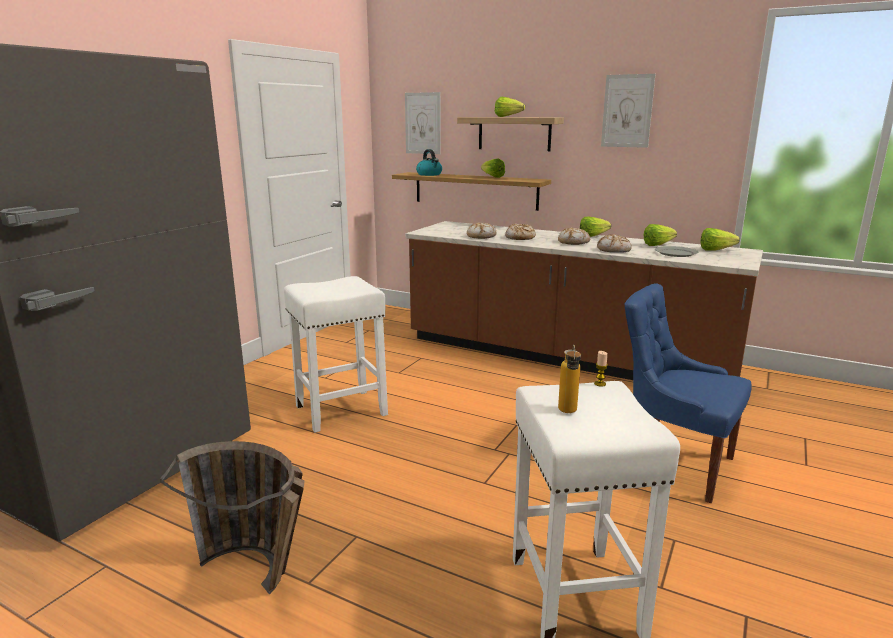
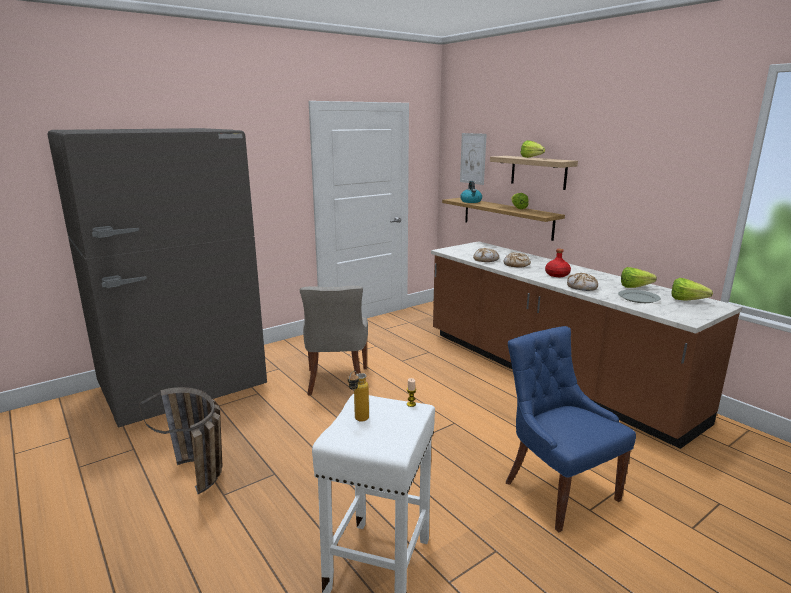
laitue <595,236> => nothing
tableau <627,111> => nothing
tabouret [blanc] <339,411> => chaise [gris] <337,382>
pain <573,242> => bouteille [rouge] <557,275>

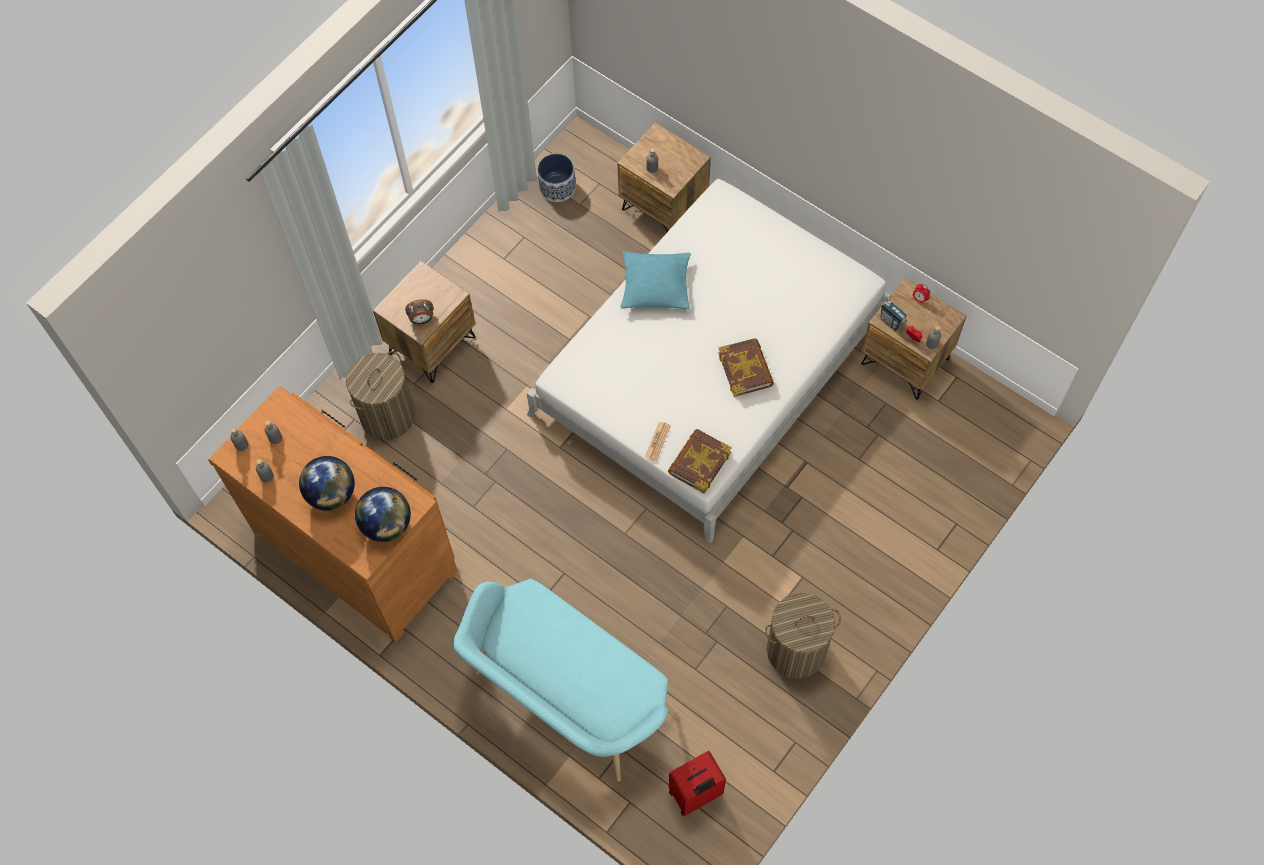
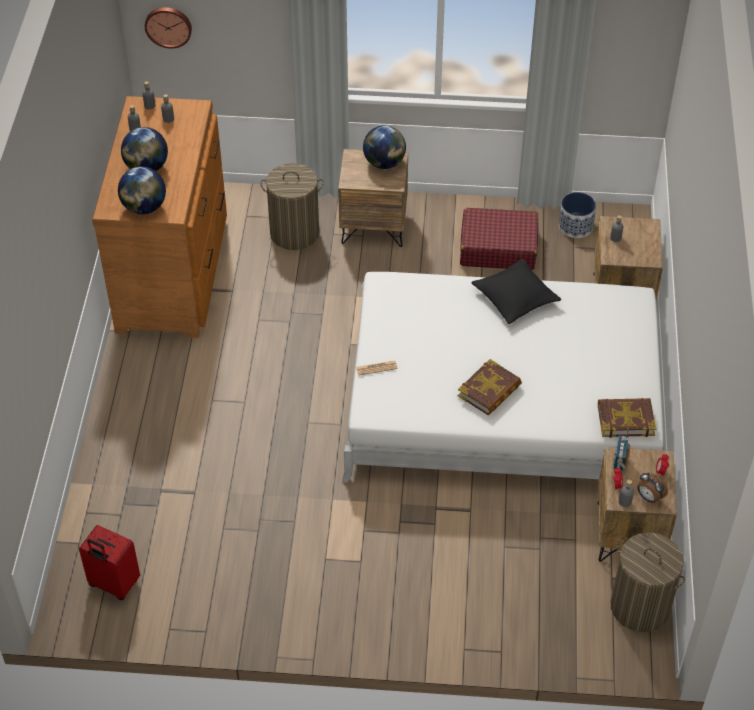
banc [turquoise] <567,699> => nothing
nothing => horloge murale <168,26>
nothing => globe <384,163>
nothing => valise [rouge] <497,248>
réveil <422,319> => réveil <649,497>, relocated
livre <699,462> => livre <625,420>, relocated
panier à linge <796,650> => panier à linge <640,606>, relocated
coussin [turquoise] <655,285> => coussin [noir] <515,298>

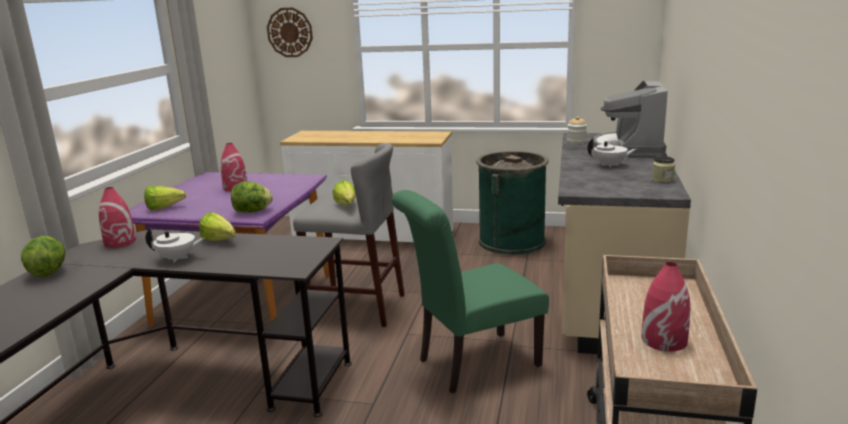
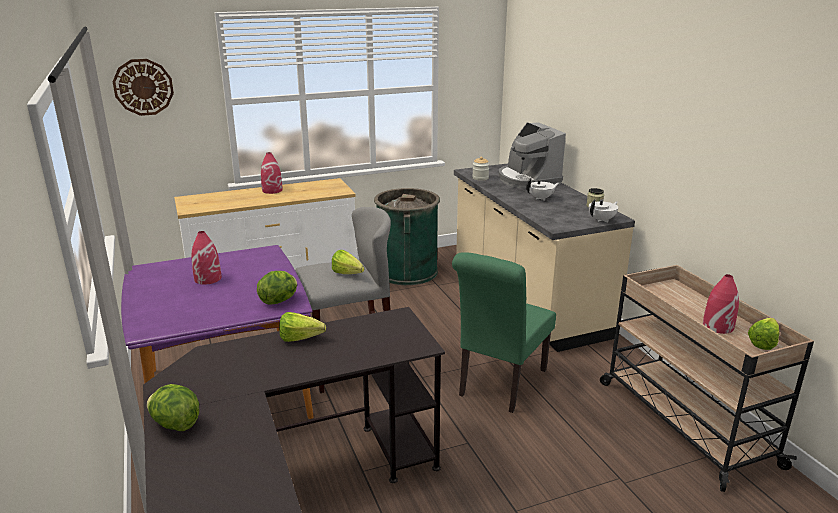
vase [rouge] <120,242> => vase [rouge] <272,190>, relocated
laitue <167,207> => laitue <765,342>, relocated
théière [blanc] <178,258> => théière [blanc] <602,220>, relocated

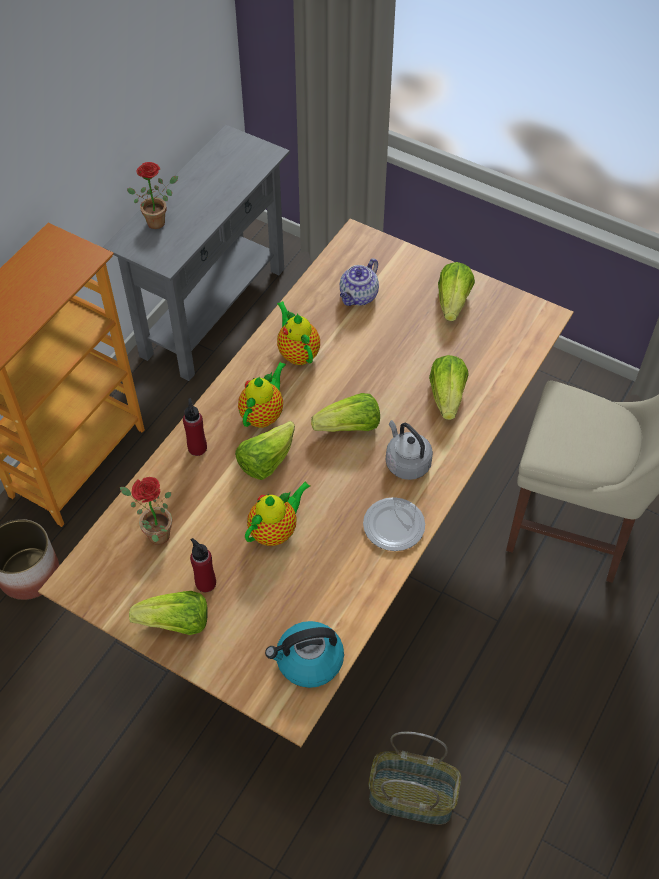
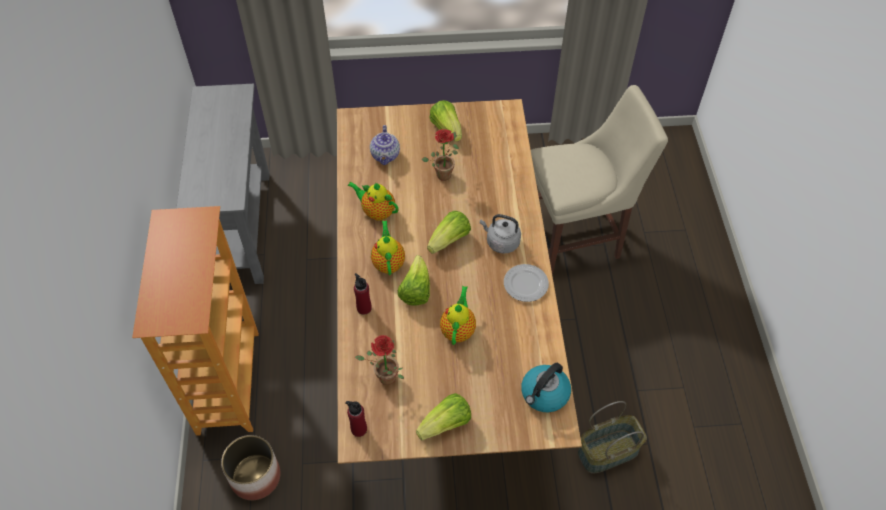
laitue <447,396> => nothing
plante en pot <159,220> => plante en pot <444,172>, relocated
bouteille [rouge] <205,583> => bouteille [rouge] <359,429>, relocated

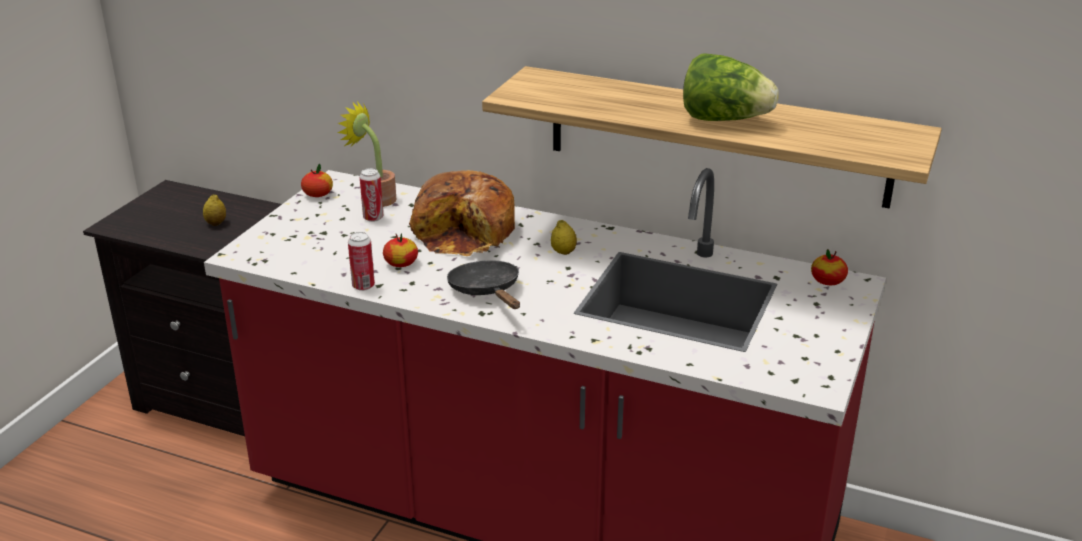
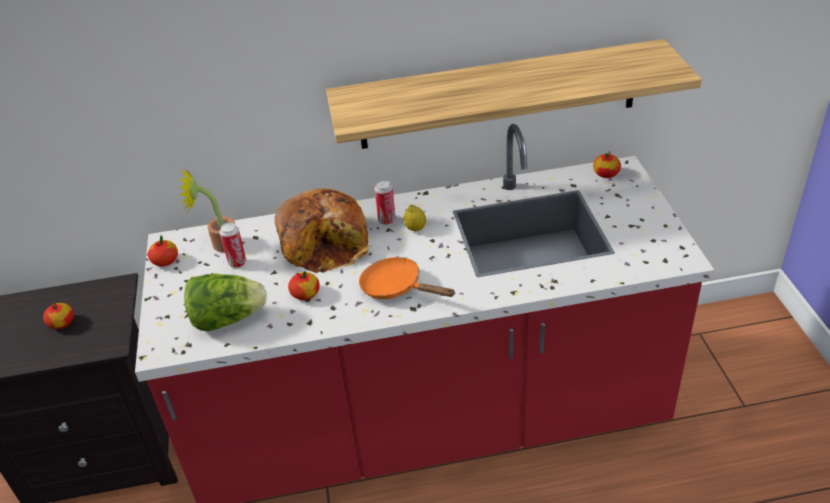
boîte métallique <363,286> => boîte métallique <387,220>, relocated
laitue <724,120> => laitue <228,319>, relocated
citron <216,223> => pomme <62,323>
poêle [noir] <487,291> => poêle [orange] <397,288>

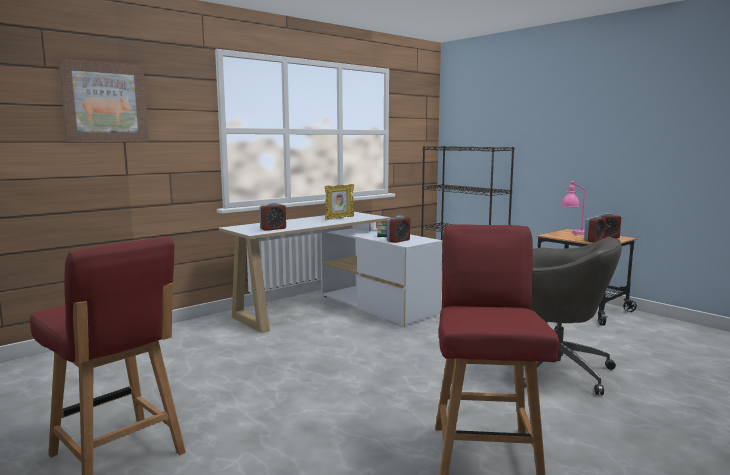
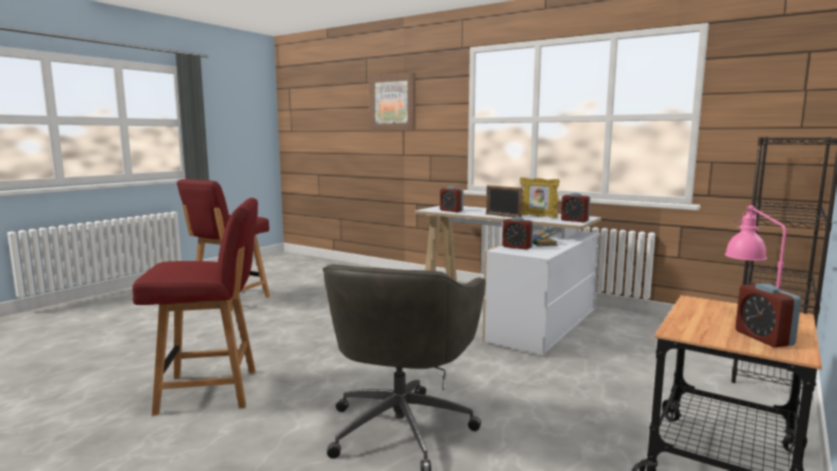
nothing => cadre photo <503,216>
réveil <594,240> => réveil <574,220>, relocated

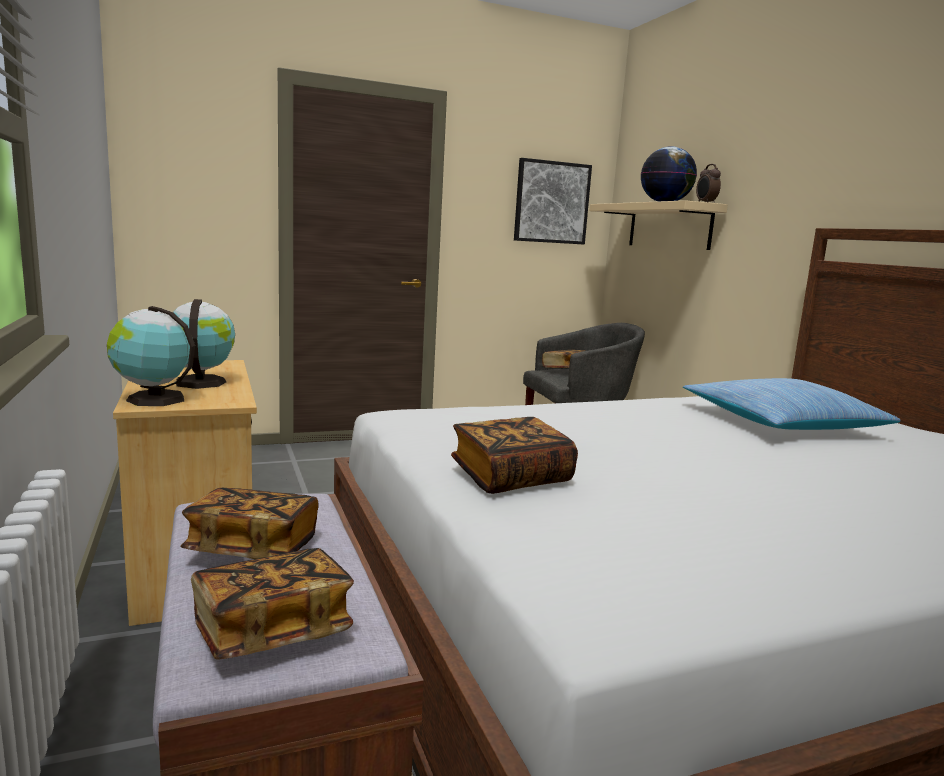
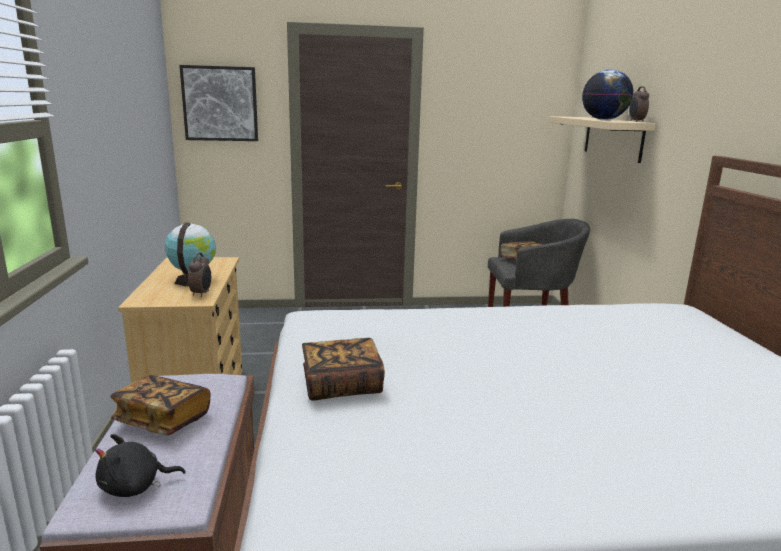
globe <153,399> => nothing
coussin <780,423> => nothing
nothing => réveil <202,293>
tableau <551,202> => tableau <220,104>, relocated
livre <272,631> => peluche [noir] <135,486>

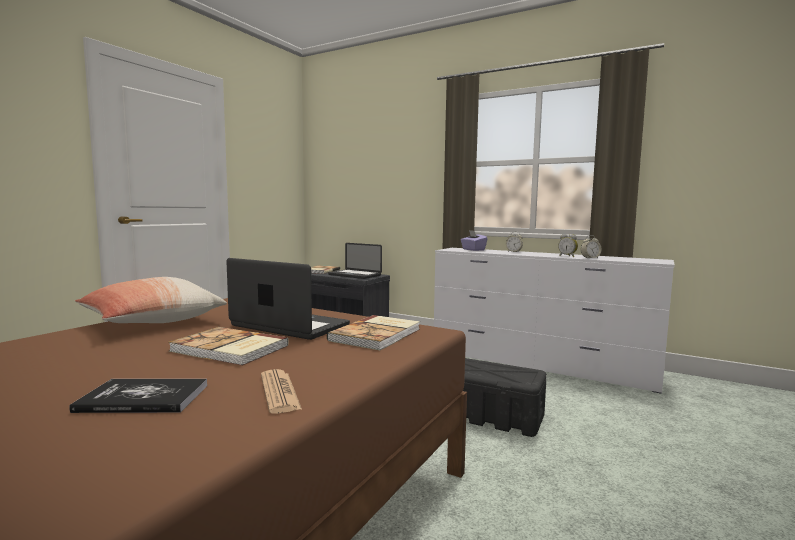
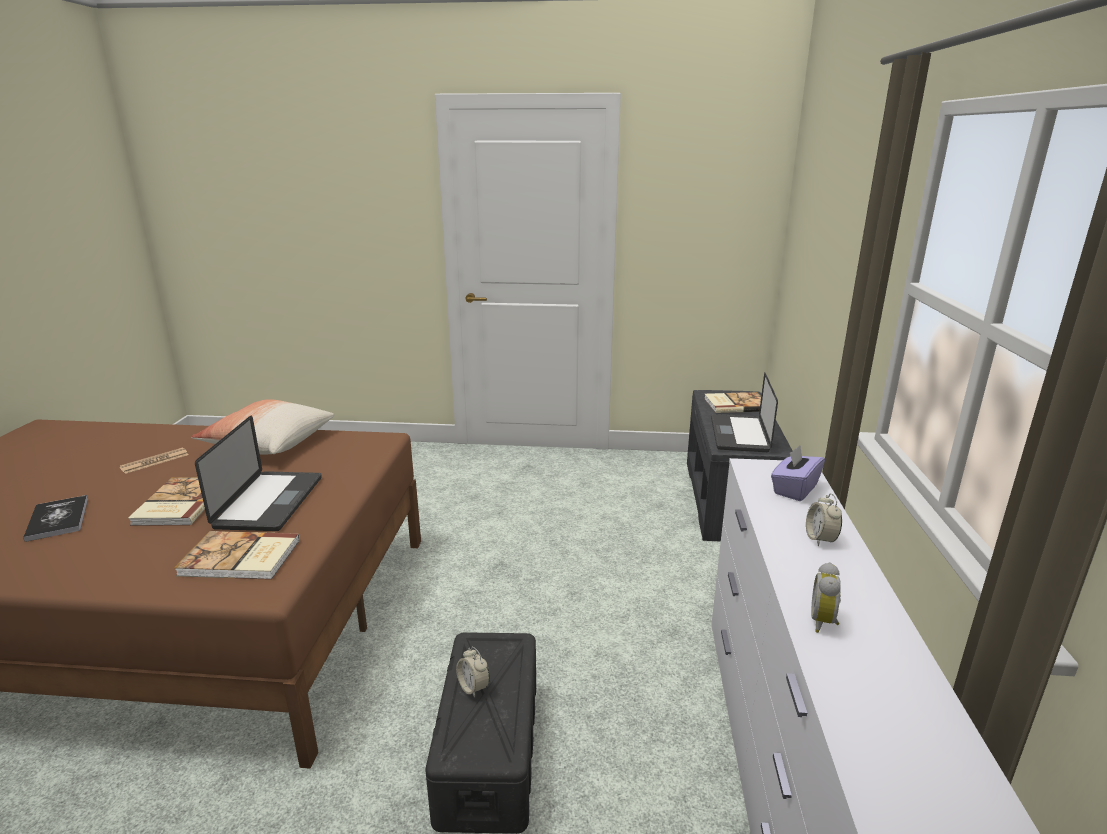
journal <279,392> => journal <155,461>, relocated
réveil <590,258> => réveil <473,687>, relocated

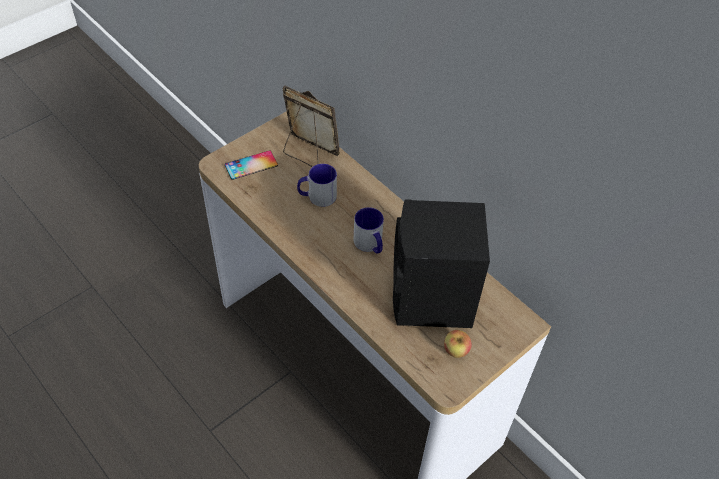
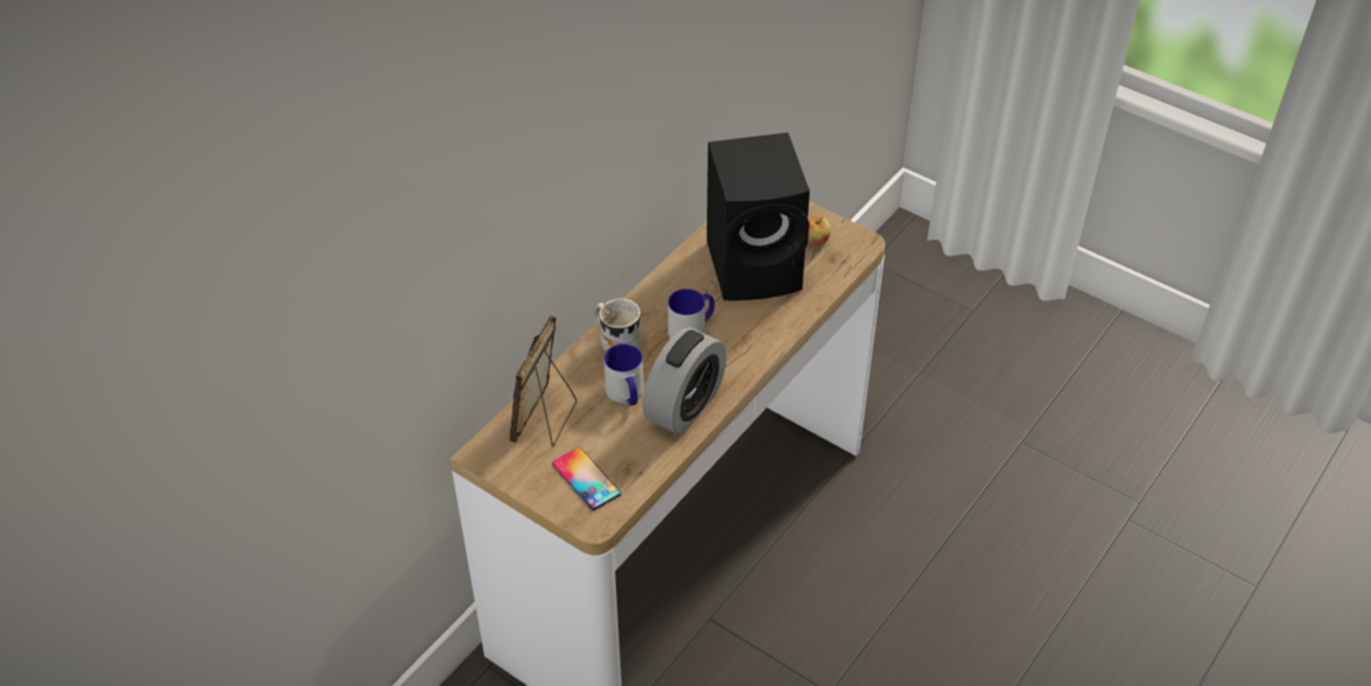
nothing => mug [blanc] <616,340>
nothing => réveil <685,407>

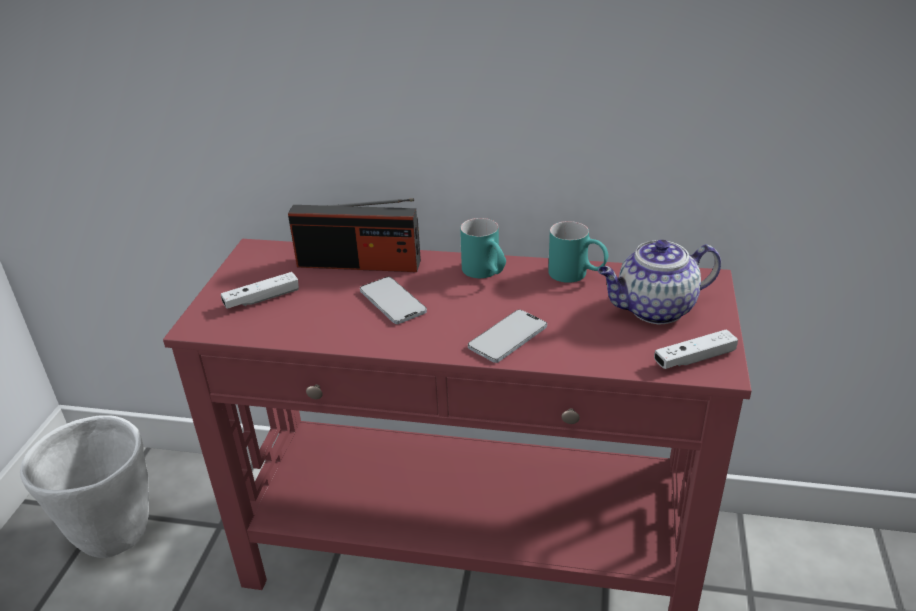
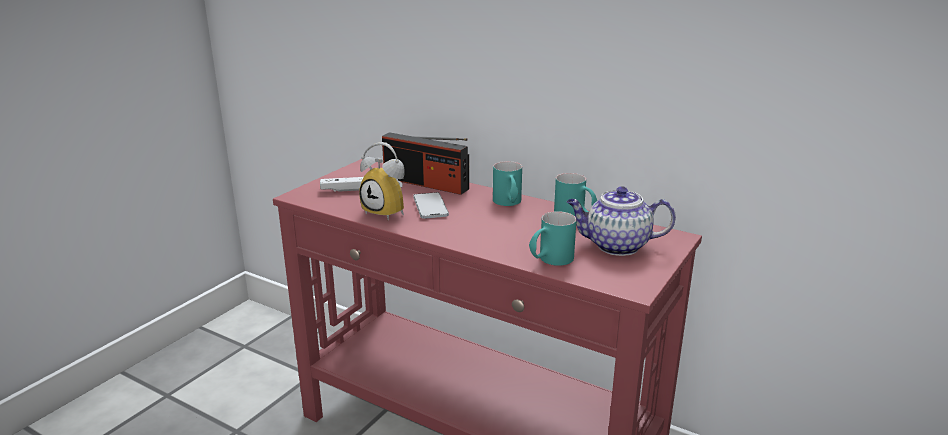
cache-pot [blanc] <113,533> => nothing
téléphone <508,337> => nothing
manette [blanc] <694,358> => nothing
nothing => réveil <389,212>
nothing => mug [turquoise] <550,260>

